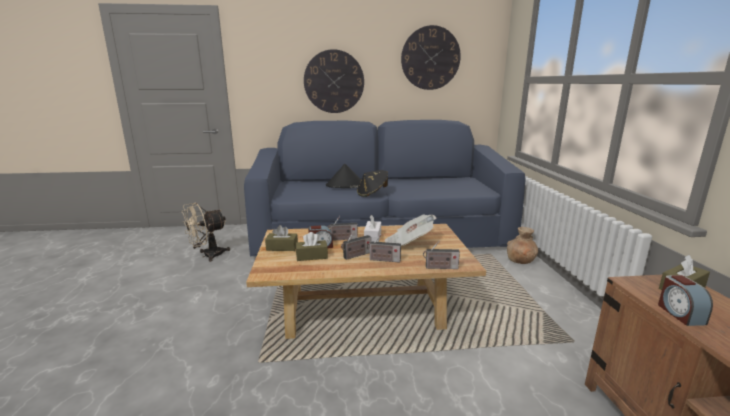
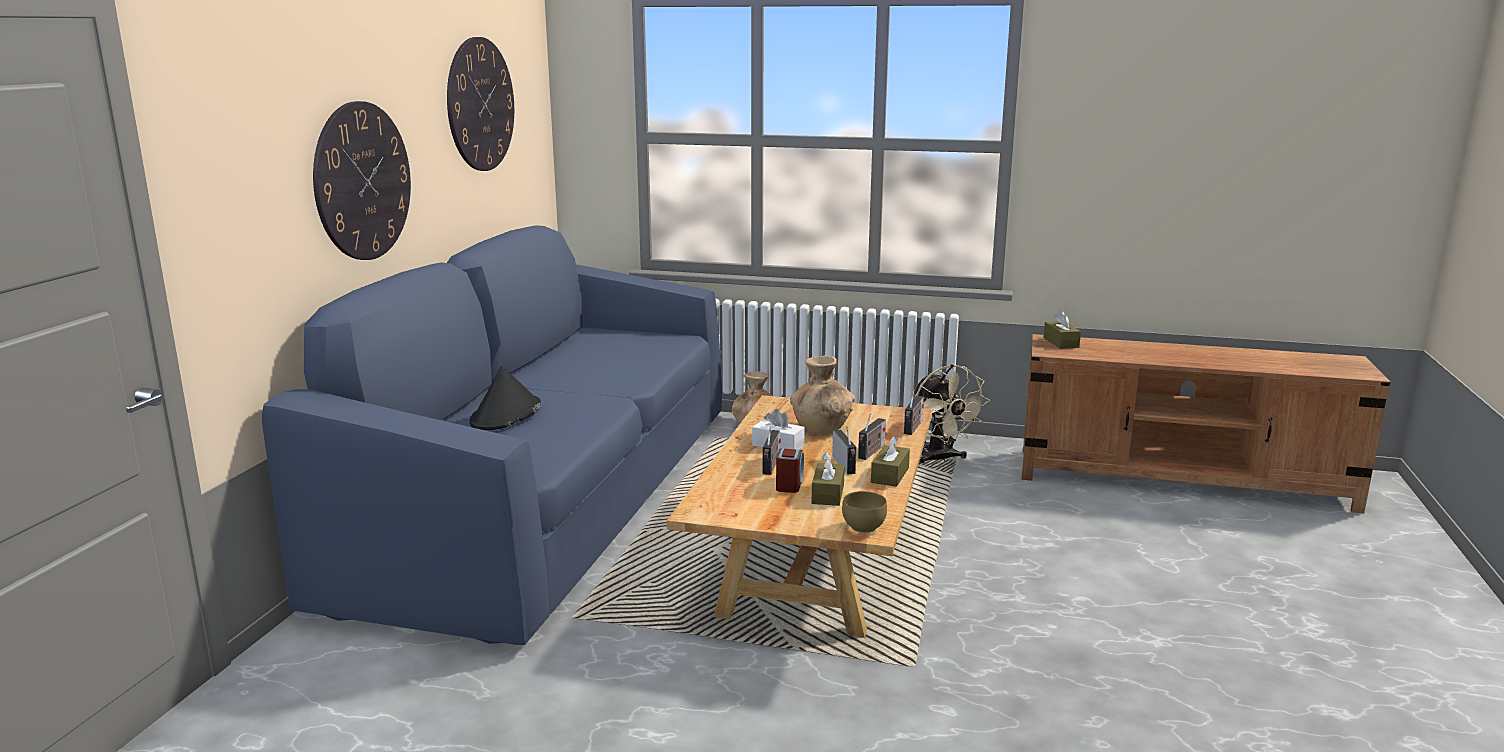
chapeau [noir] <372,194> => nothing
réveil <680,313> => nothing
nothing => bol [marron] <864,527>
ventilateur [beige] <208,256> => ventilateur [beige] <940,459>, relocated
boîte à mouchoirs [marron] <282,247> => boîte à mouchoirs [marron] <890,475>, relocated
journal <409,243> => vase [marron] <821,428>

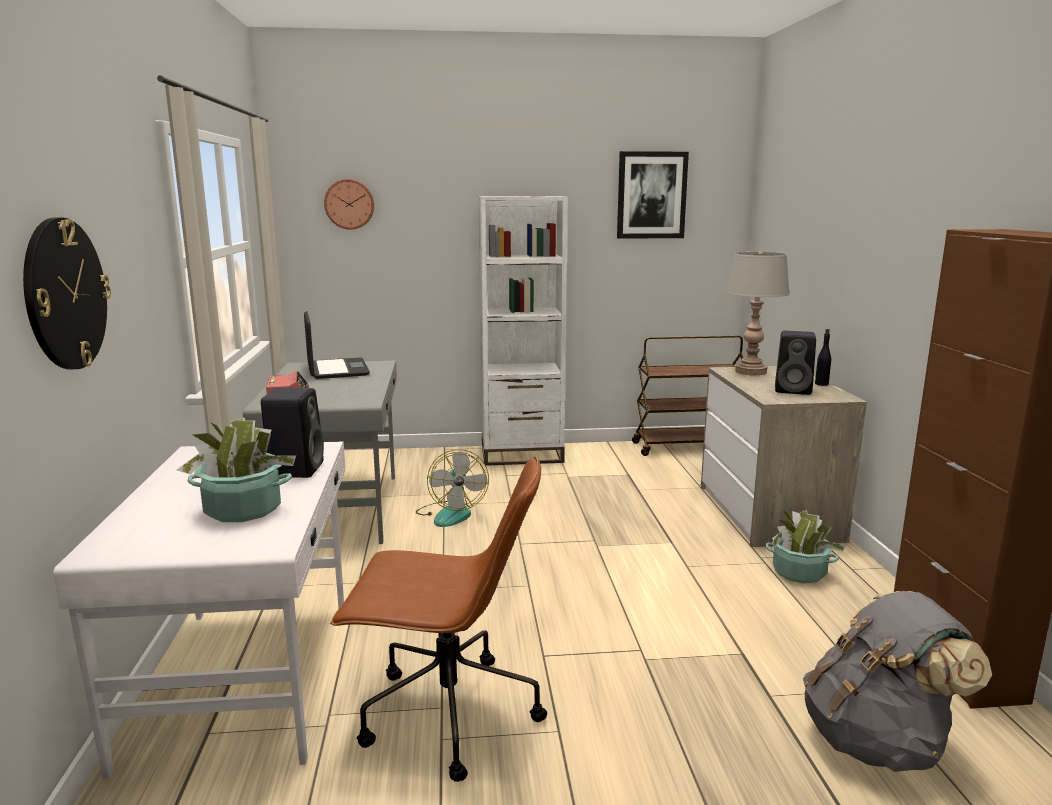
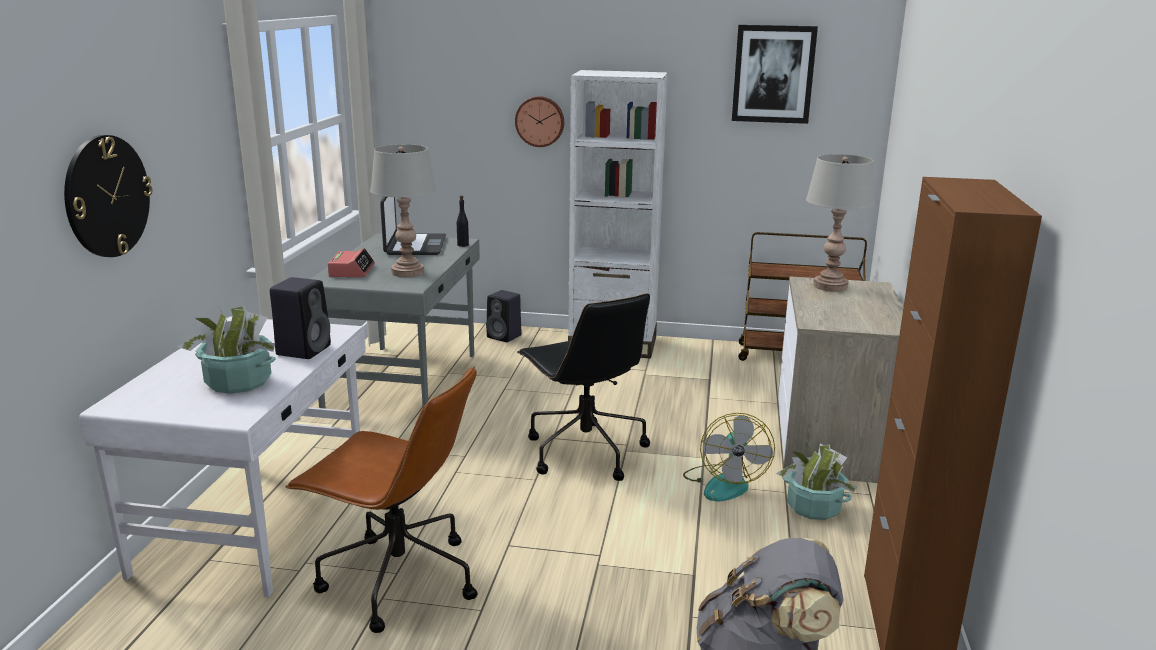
nothing => lampe de table [gris] <408,272>
nothing => chaise de bureau [noir] <584,451>
horloge murale <349,204> => horloge murale <540,121>, relocated
ventilateur <451,513> => ventilateur <724,483>, relocated
enceinte [noir] <794,390> => enceinte [noir] <505,337>, relocated
bouteille [noir] <821,384> => bouteille [noir] <463,245>, relocated

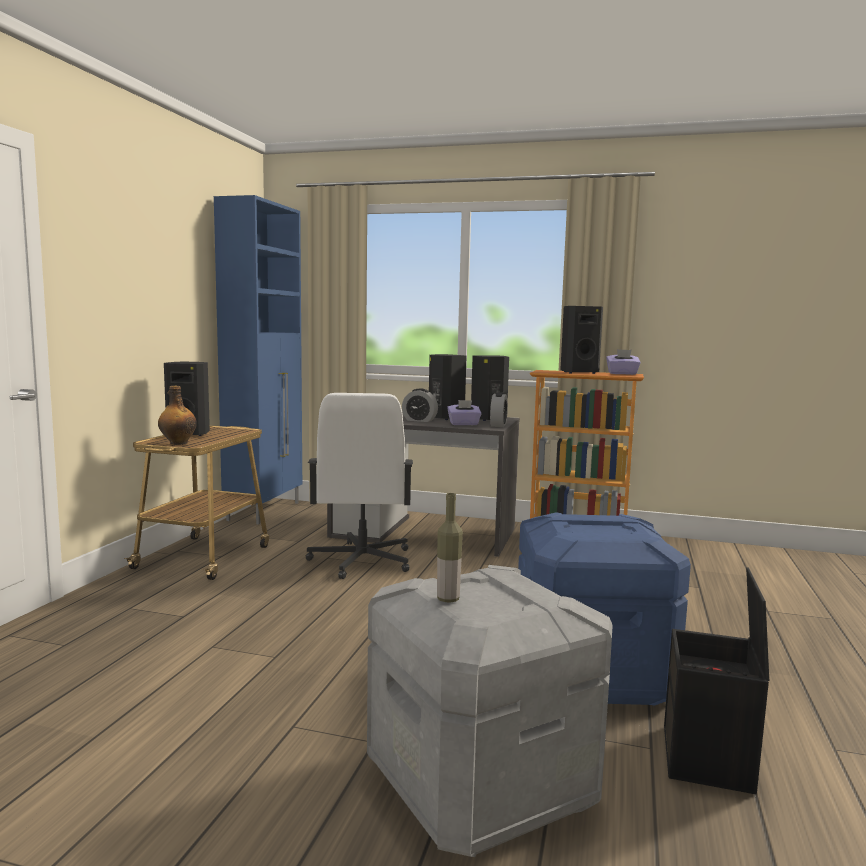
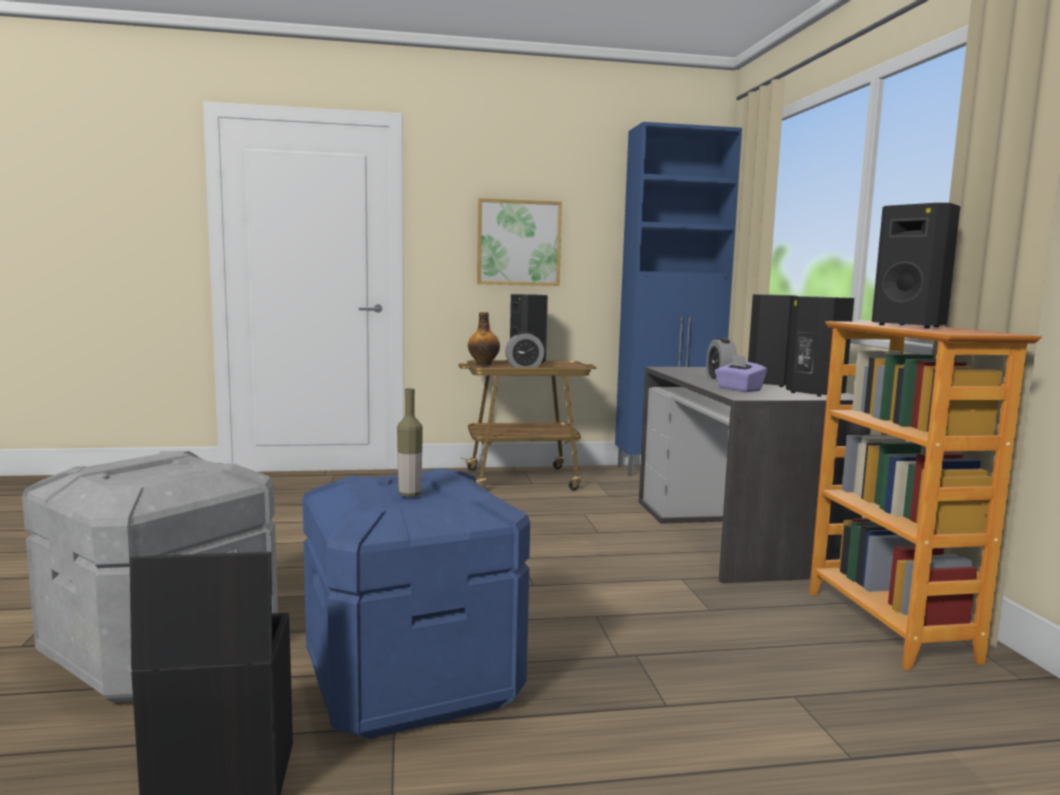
chaise de bureau [blanc] <361,561> => nothing
boîte à mouchoirs [violet] <622,373> => nothing
nothing => tableau <518,243>
bouteille <448,599> => bouteille <409,494>, relocated
réveil <498,425> => réveil <524,366>, relocated

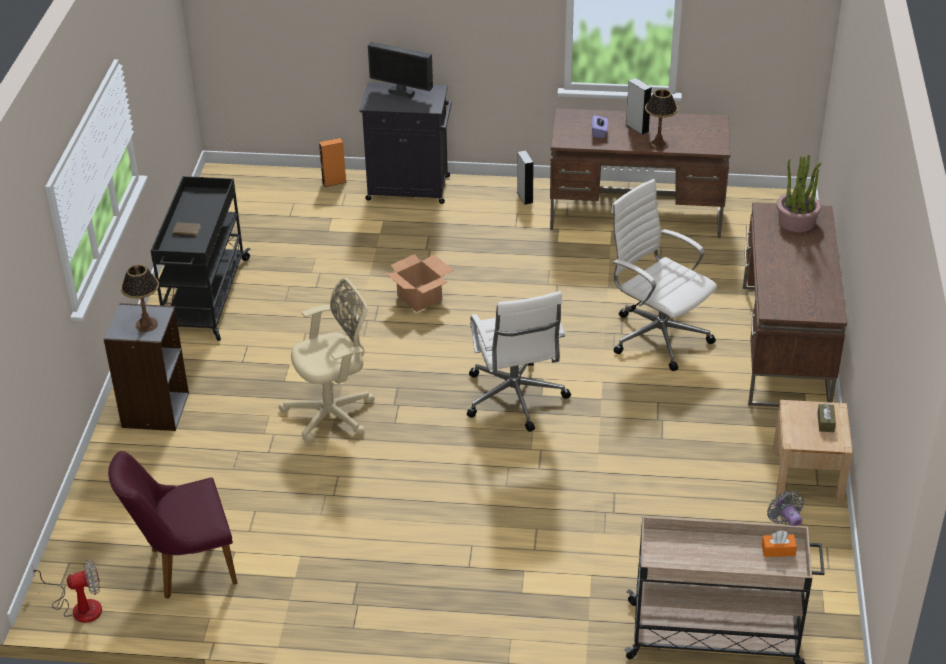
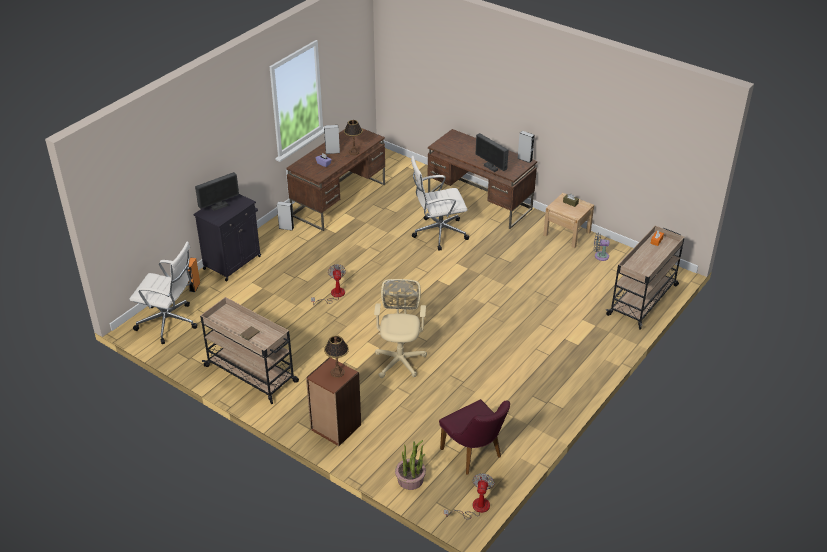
nothing => écran d'ordinateur <491,167>
nothing => enceinte [gris] <525,159>
chaise de bureau [blanc] <515,399> => chaise de bureau [blanc] <169,323>, relocated
plante en pot <796,222> => plante en pot <410,480>, relocated
carton <419,297> => ventilateur <333,295>
bibliothèque [gris] <154,410> => bibliothèque [marron] <335,427>
chariot [noir] <205,298> => chariot [beige] <252,374>
chaise [violet] <184,566> => chaise [violet] <474,455>, 45 degrees counterclockwise

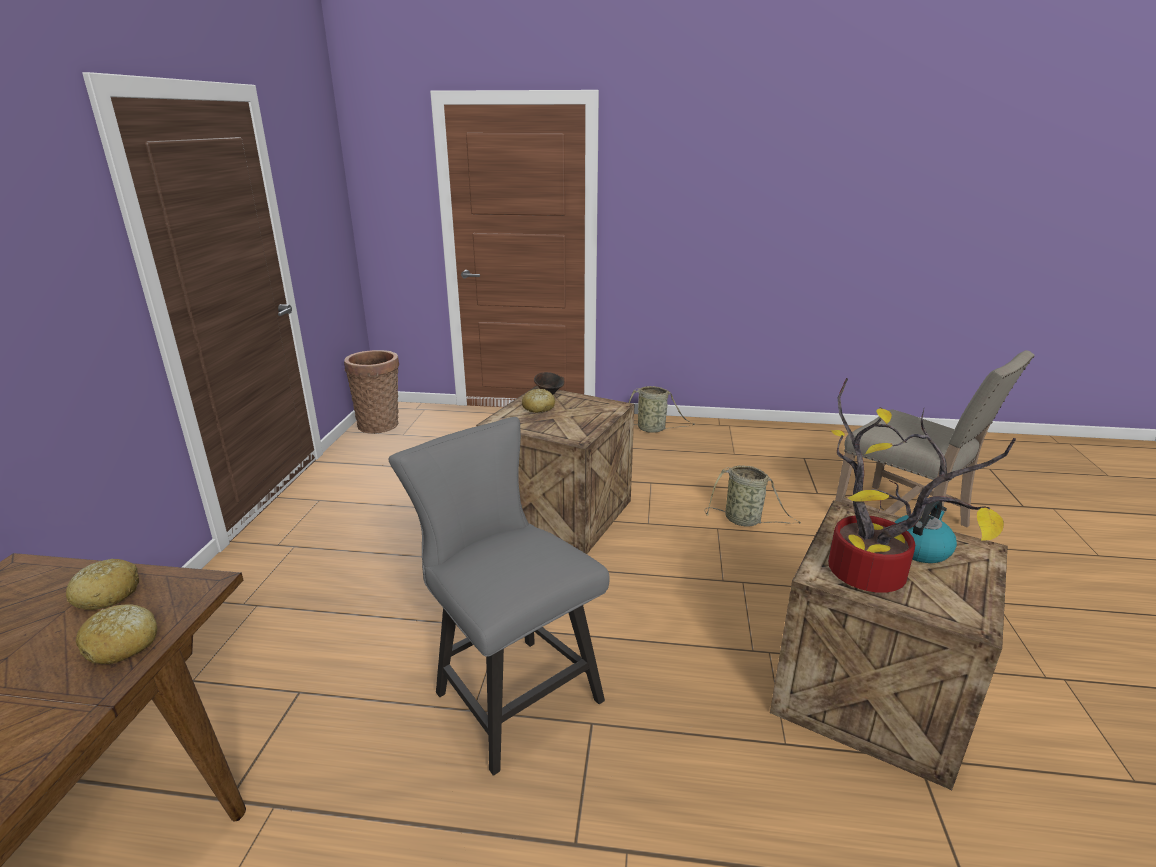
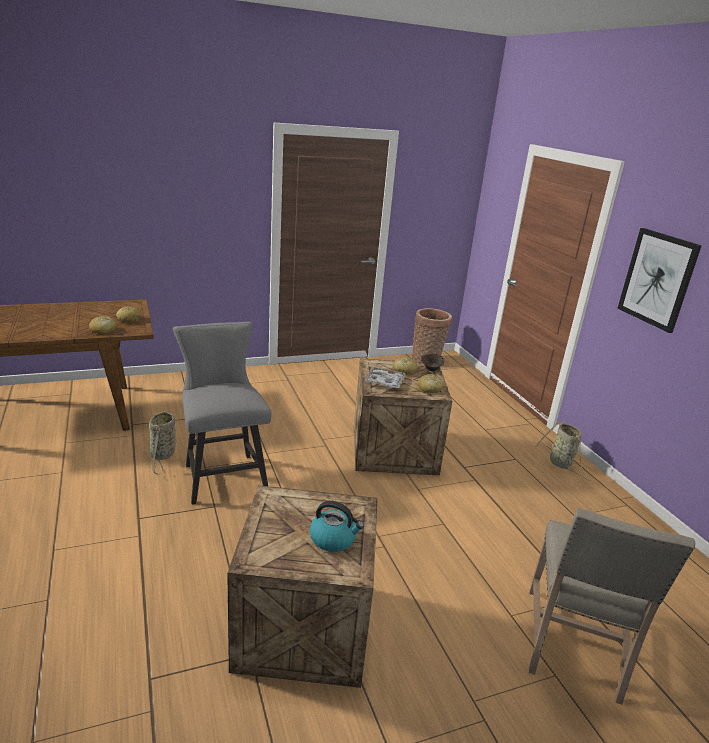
plante en pot <874,574> => nothing
nothing => plateau <384,382>
nothing => pain <429,389>
nothing => tableau <657,279>
panier <745,521> => panier <162,456>, relocated
chaise [gris] <509,691> => chaise [gris] <223,474>, 45 degrees counterclockwise

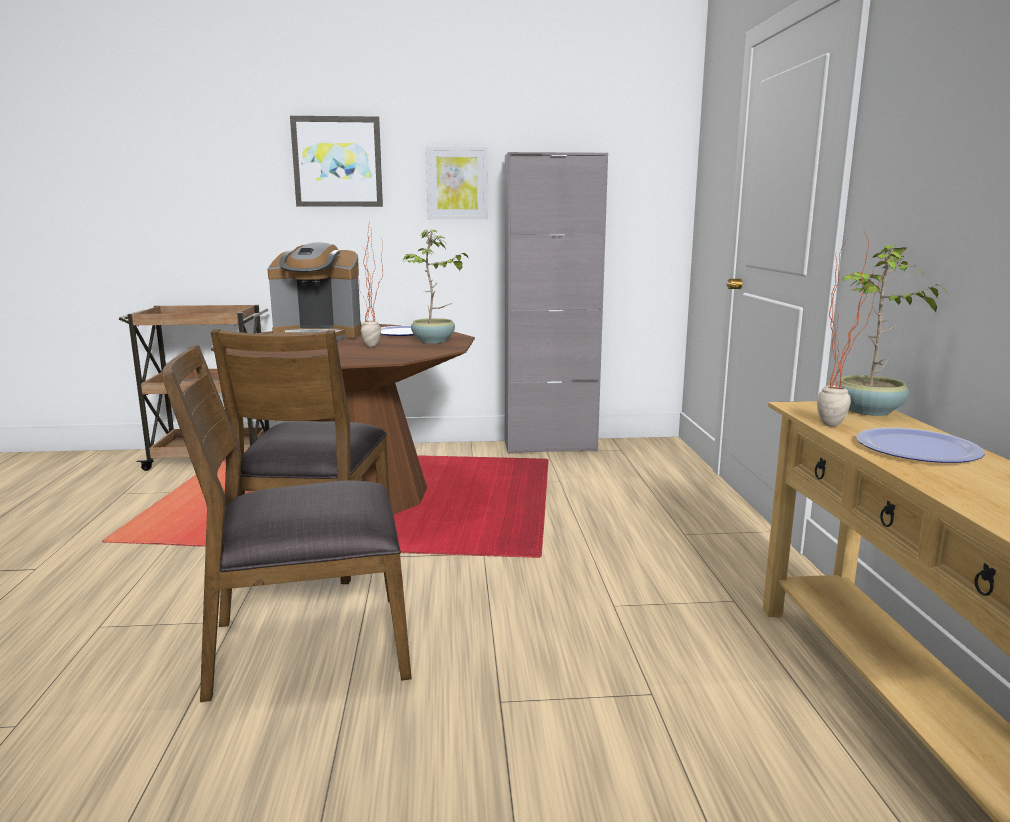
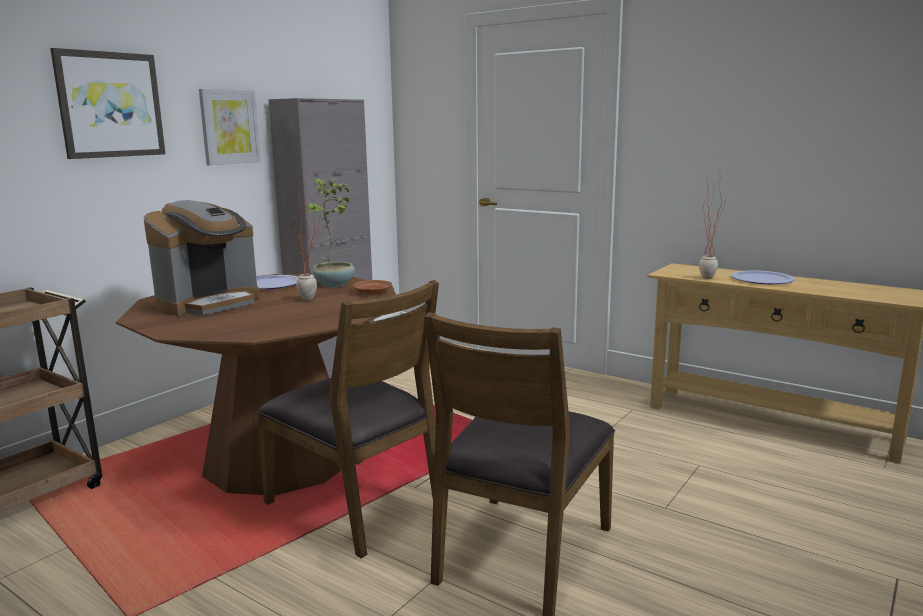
plante en pot <868,411> => nothing
nothing => assiette [marron] <372,292>

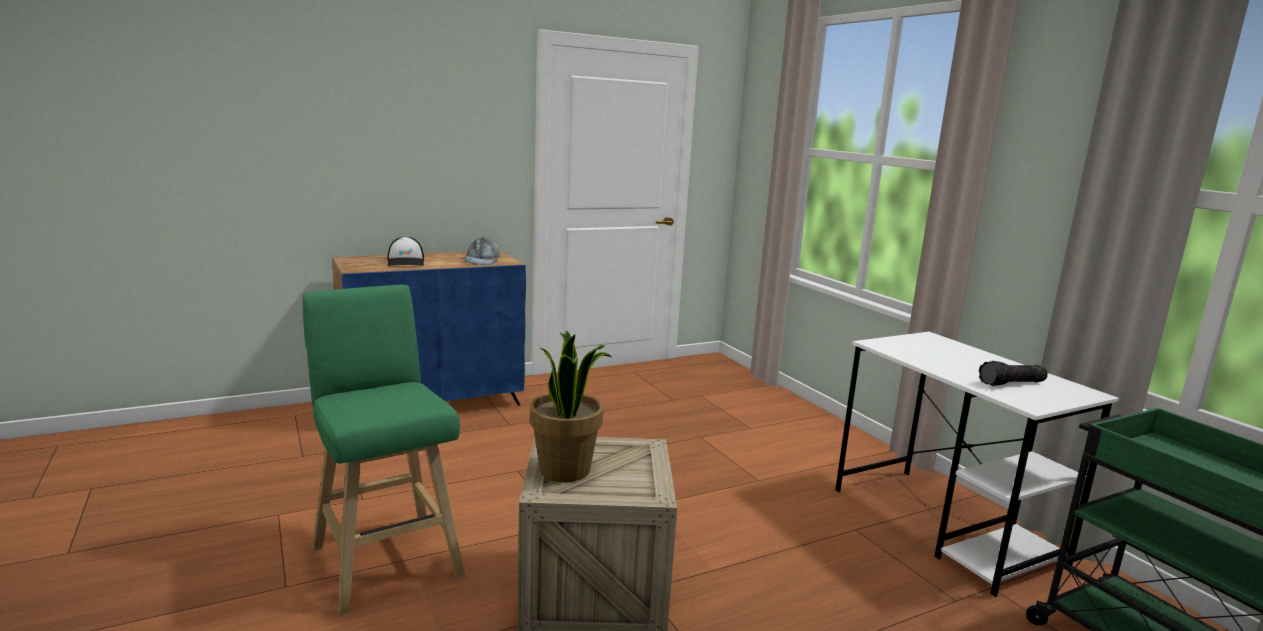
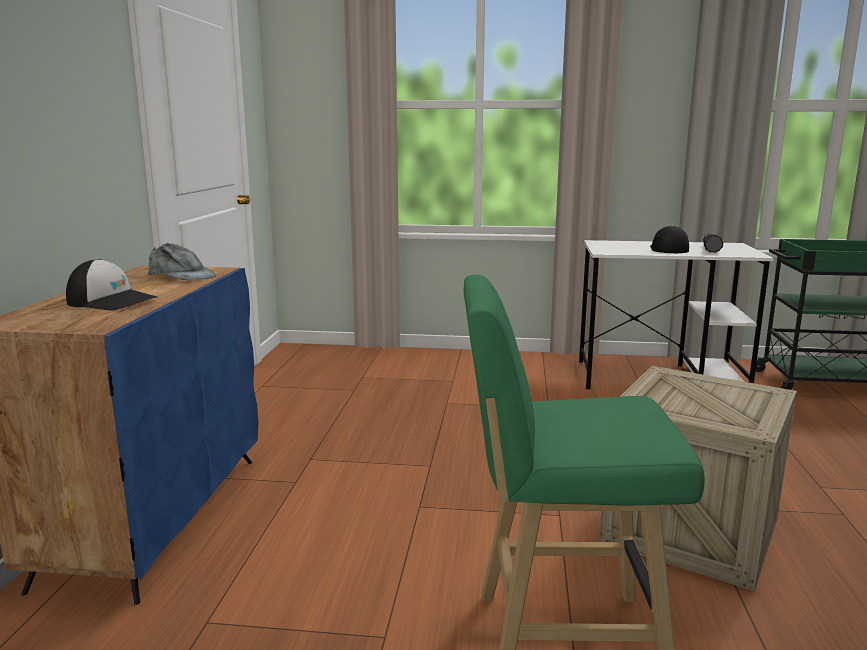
plante en pot <566,470> => nothing
nothing => casquette <668,249>

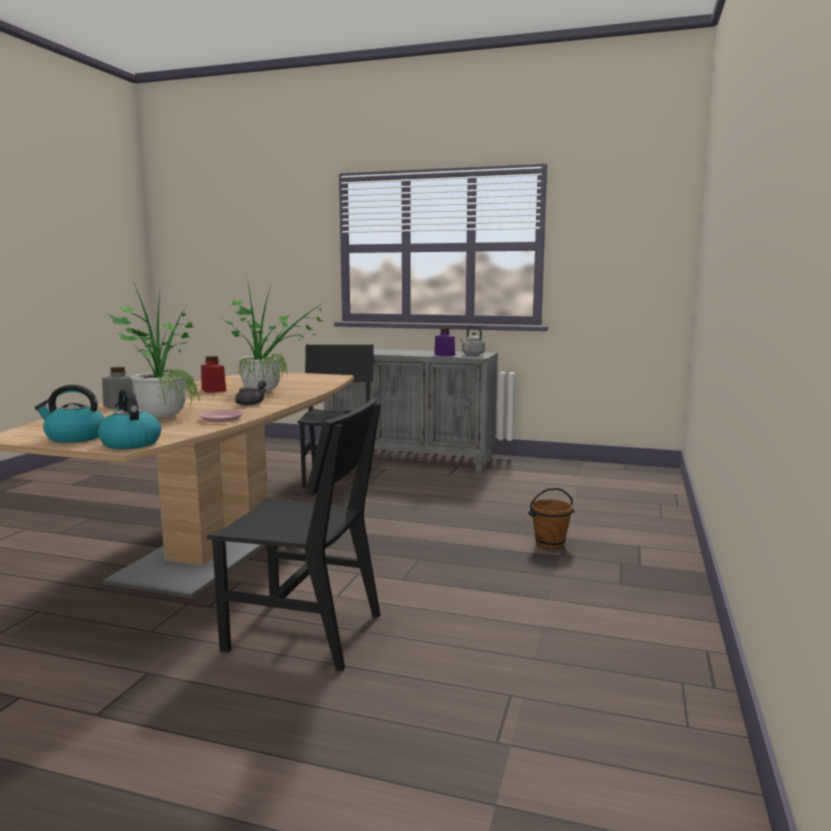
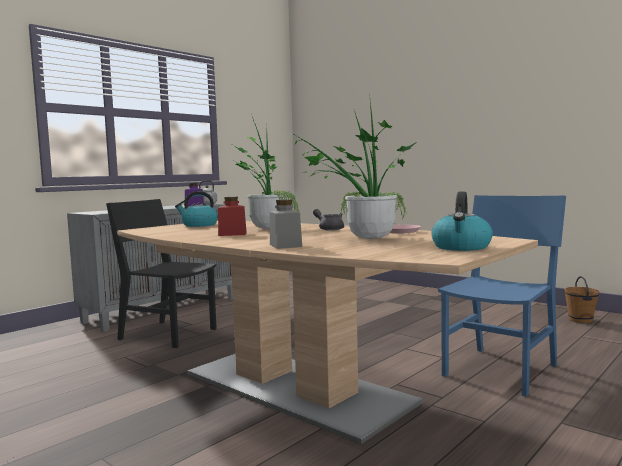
bouilloire <130,443> => bouilloire <199,225>, relocated
seau [marron] <550,544> => seau [marron] <581,320>, relocated
chaise [noir] <304,632> => chaise [bleu] <500,370>

